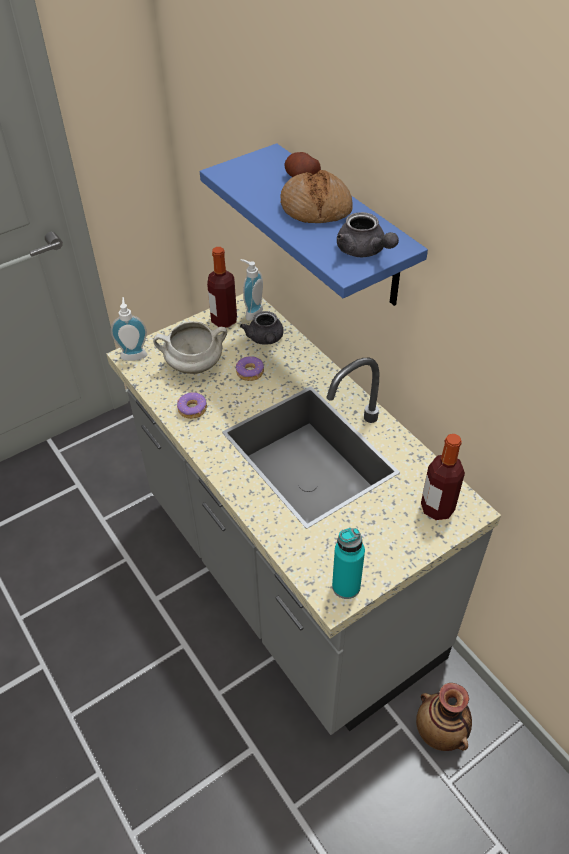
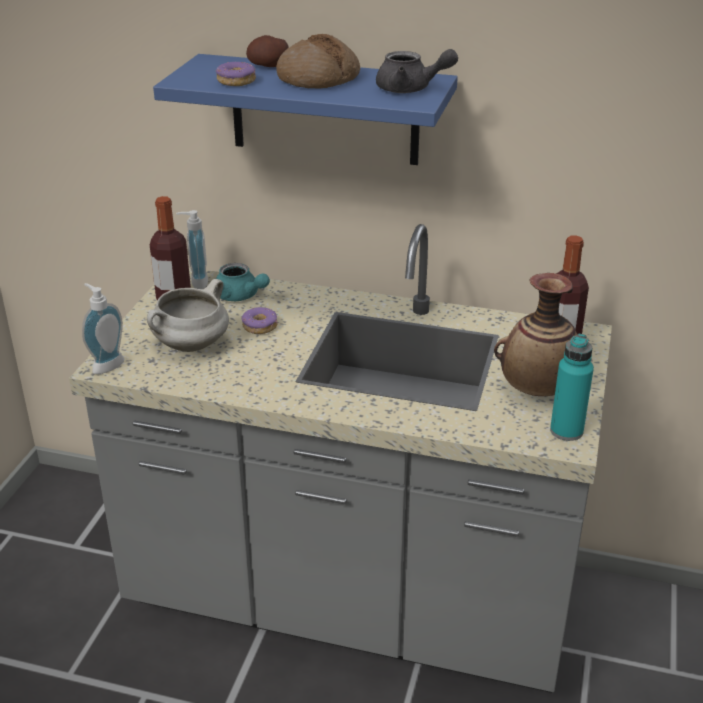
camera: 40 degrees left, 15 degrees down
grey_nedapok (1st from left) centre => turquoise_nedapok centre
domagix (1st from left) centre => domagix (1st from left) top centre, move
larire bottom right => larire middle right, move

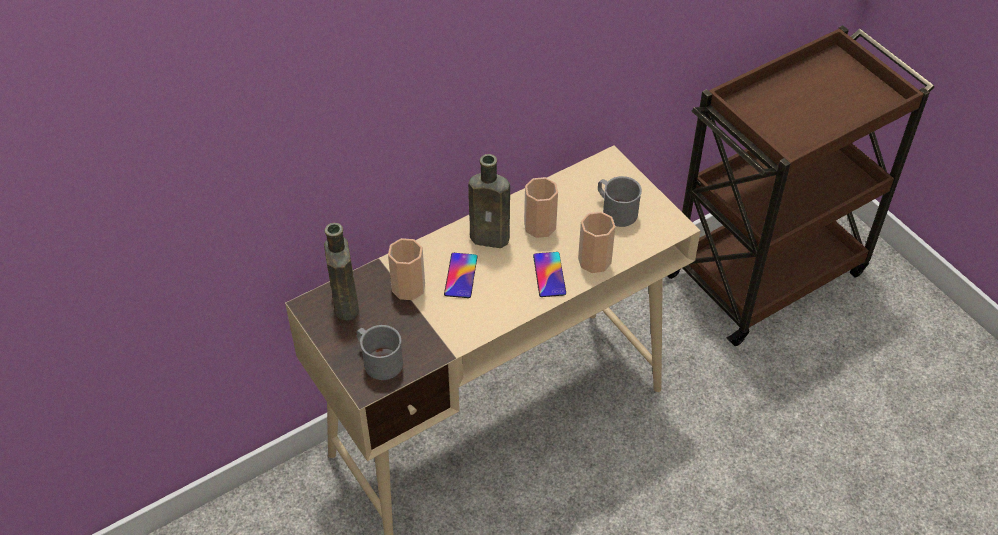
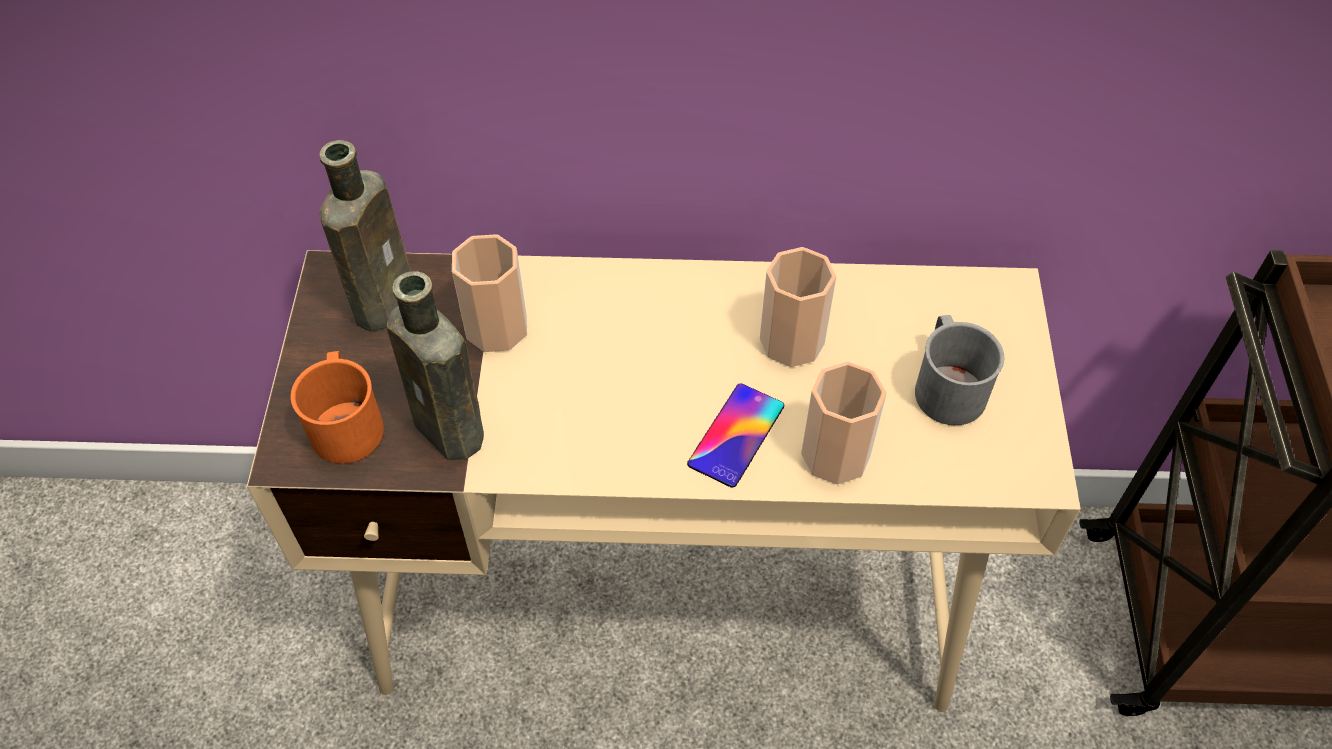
camera: 35 degrees right, 5 degrees up
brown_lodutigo (2nd from left) centre => brown_lodutigo (2nd from left) middle left, move
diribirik (1st from left) centre => nothing
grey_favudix (1st from left) centre => orange_favudix middle left

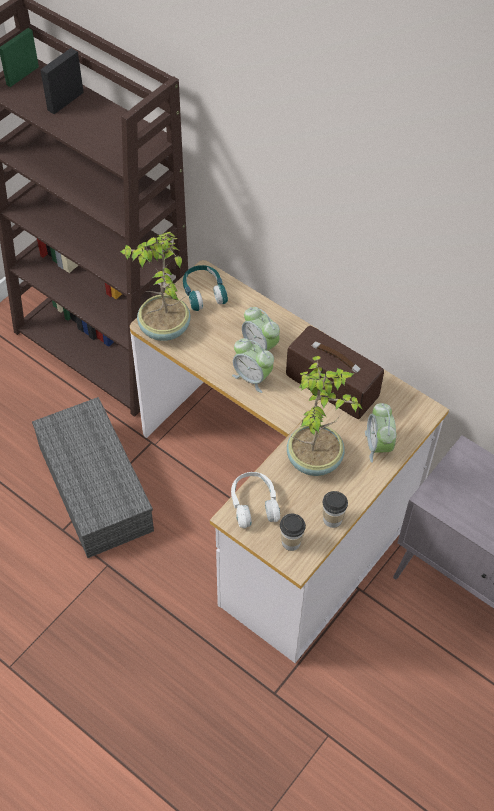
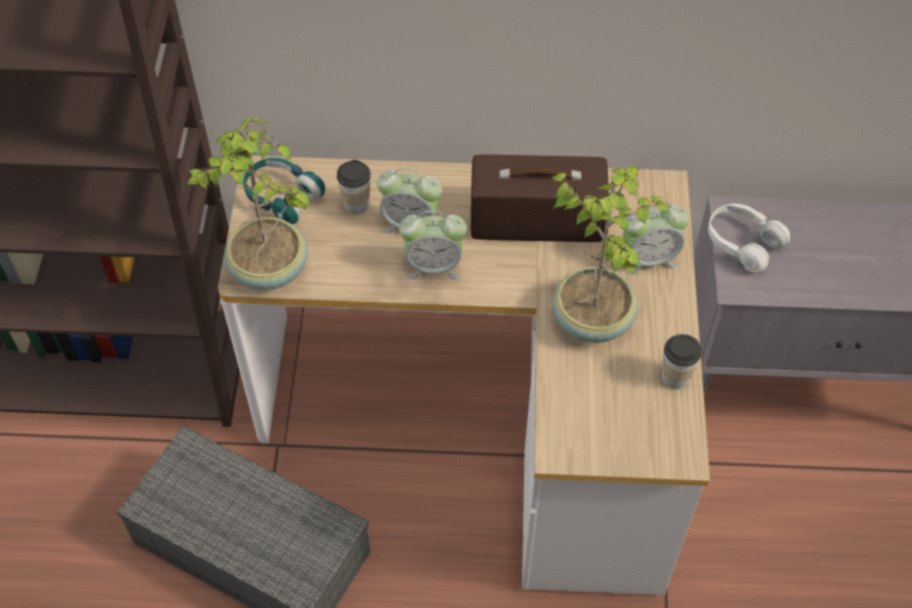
camera: 35 degrees left, 0 degrees up
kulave (3rd from left) middle right, 60 degrees counterclockwise
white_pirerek centre => white_pirerek middle right, move
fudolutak (1st from left) centre => fudolutak (1st from left) top centre, move

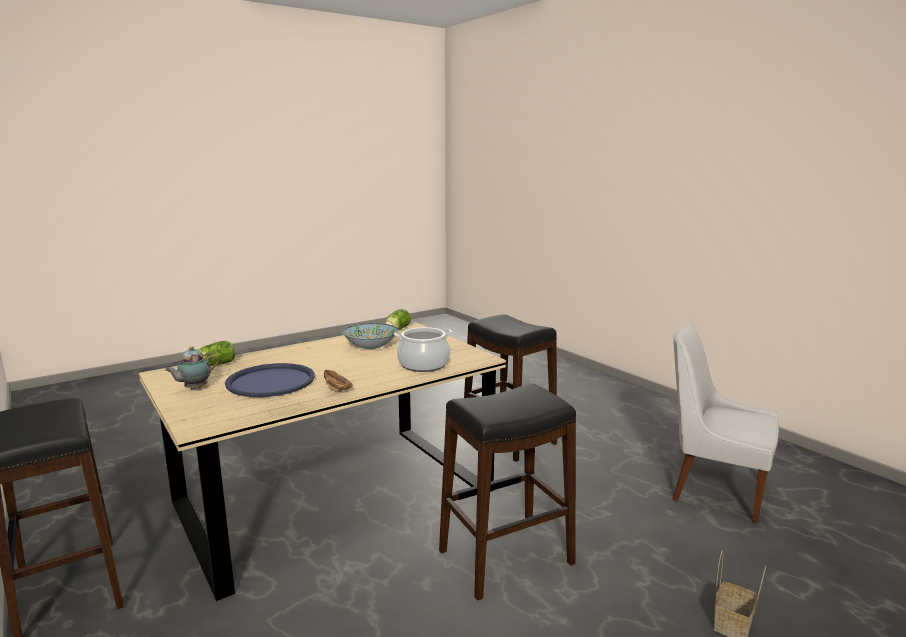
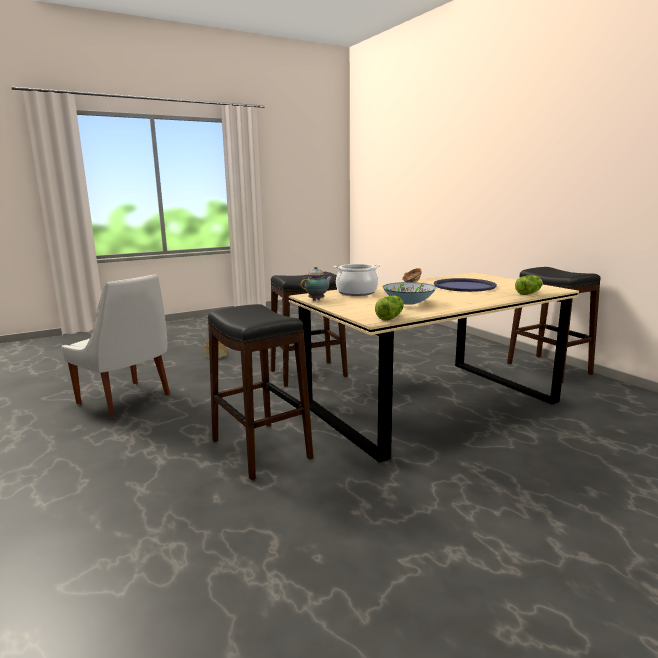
camera: 175 degrees left, 0 degrees up
nedapok middle left => nedapok centre, move

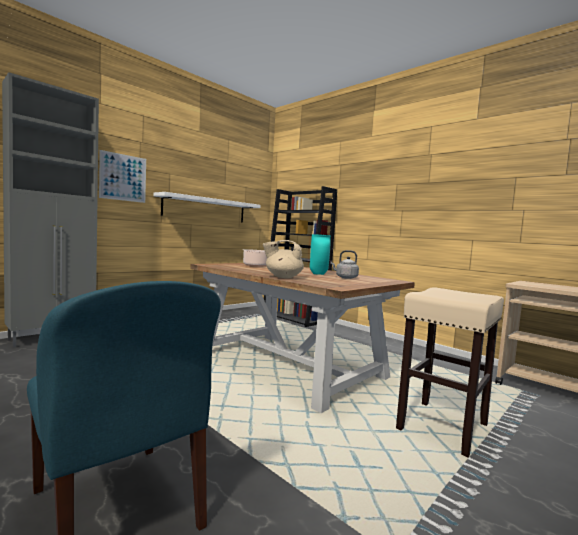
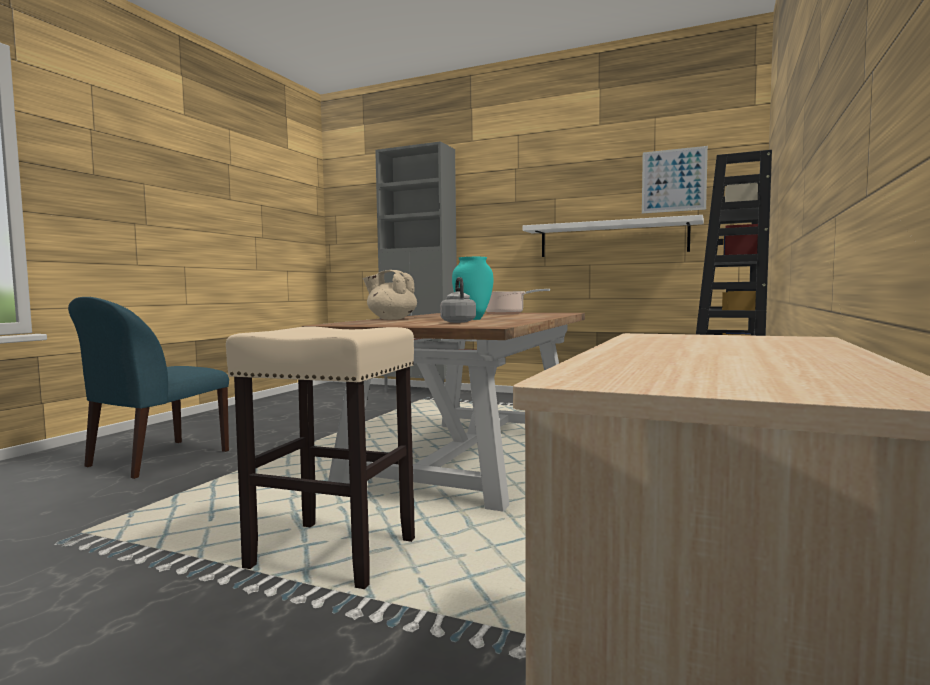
camera: 70 degrees right, 0 degrees up
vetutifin top left => vetutifin top right, move
beige_nedapok centre, 45 degrees counterclockwise

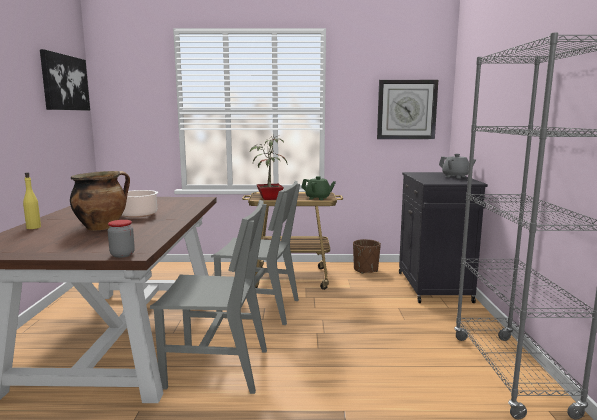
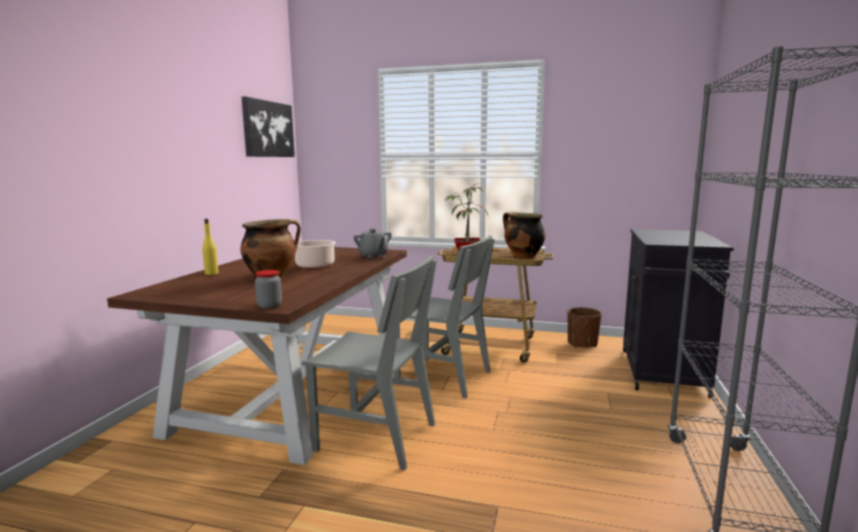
camera: 15 degrees right, 0 degrees up
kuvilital top right => nothing
grey_nedapok middle right => grey_nedapok centre, move
green_nedapok centre => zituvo (3rd from left) centre

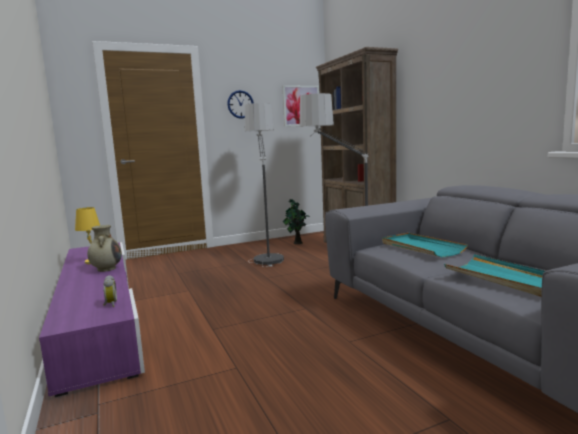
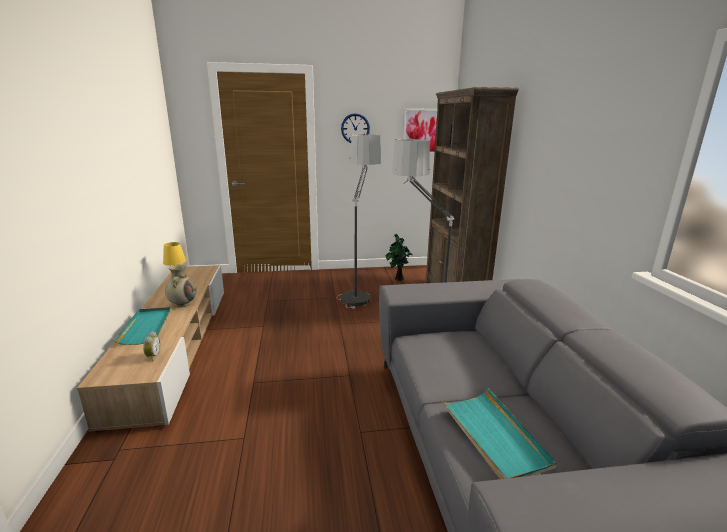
camera: 15 degrees right, 10 degrees up
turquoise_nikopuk (1st from left) middle right => turquoise_nikopuk (1st from left) middle left, move
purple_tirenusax bottom left => beige_tirenusax middle left

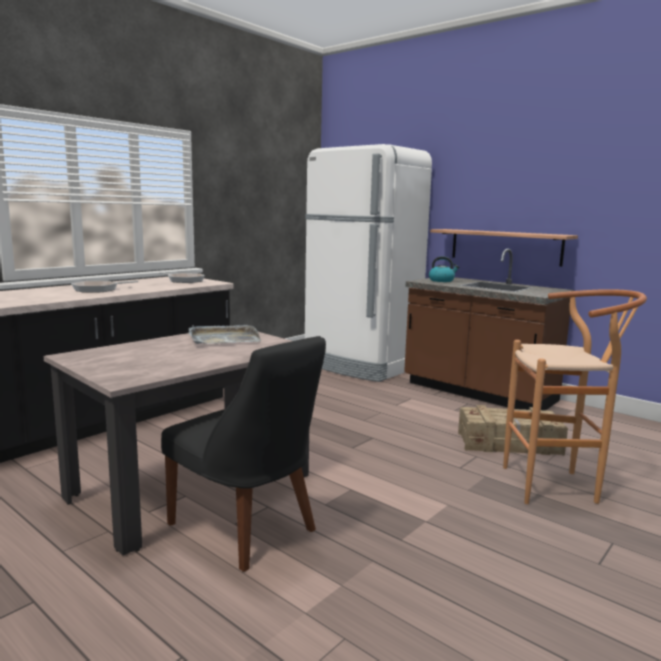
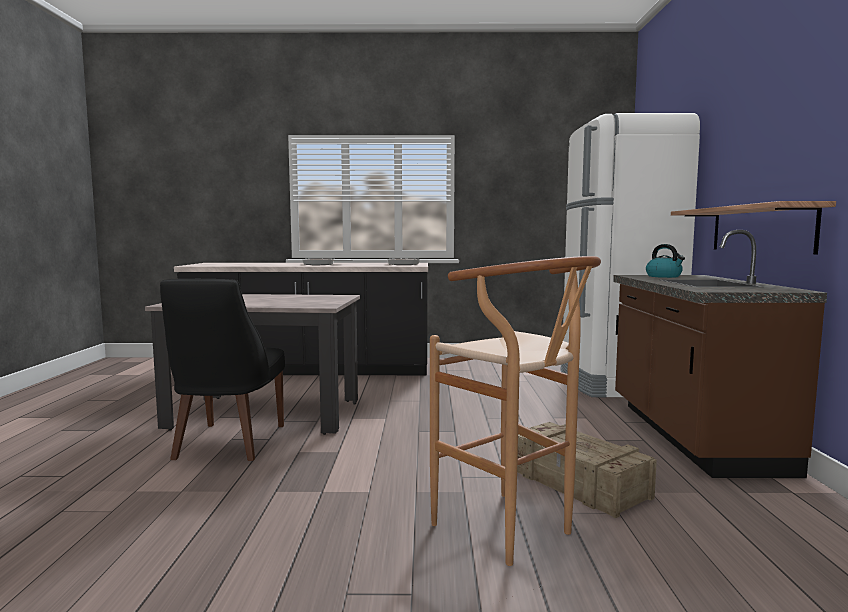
camera: 50 degrees right, 5 degrees down
grey_nikopuk centre => nothing

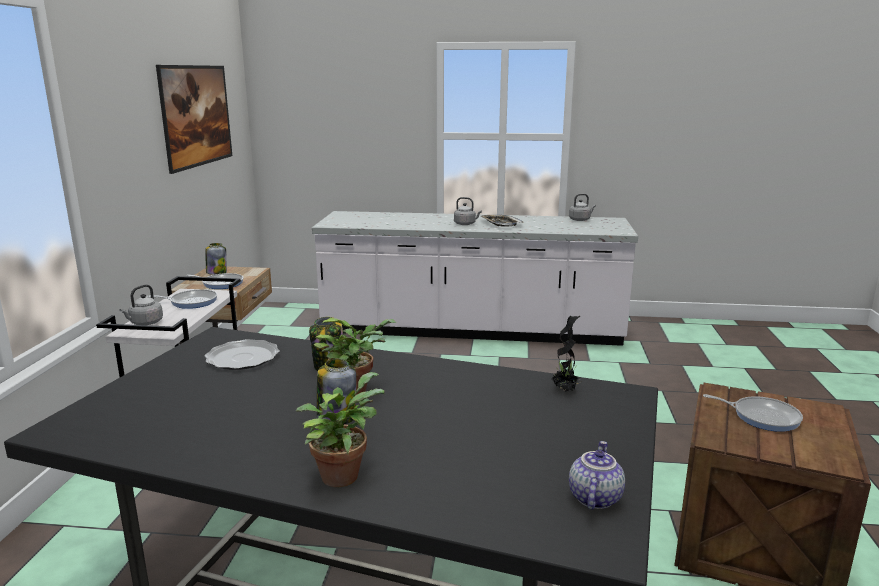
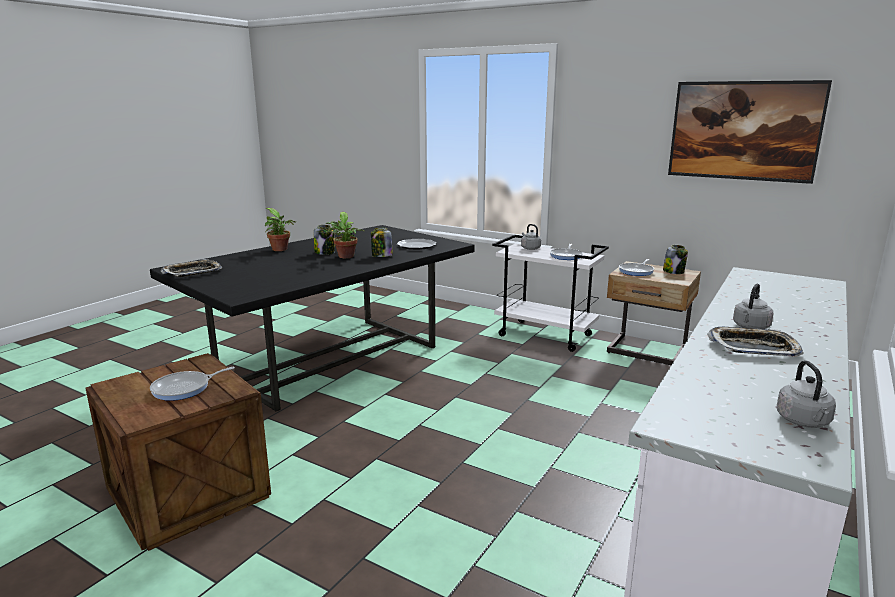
camera: 115 degrees right, 0 degrees up
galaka (3rd from left) centre => nothing
nedapok bottom right => nikopuk (1st from left) middle left

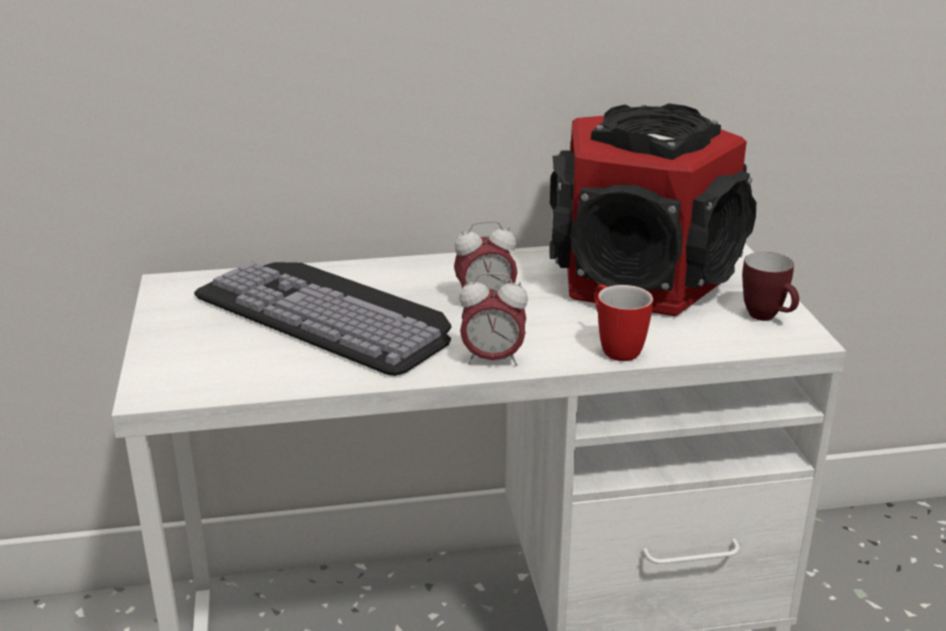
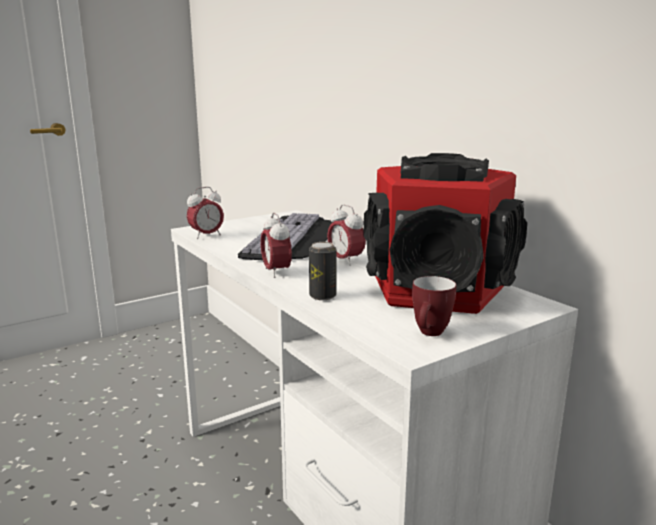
camera: 65 degrees right, 10 degrees down
favudix (1st from left) centre => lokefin centre
nothing => kulave (1st from left) middle left

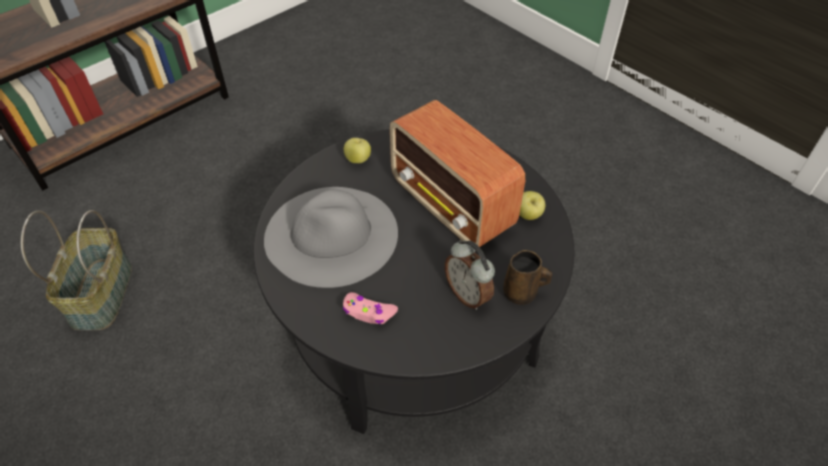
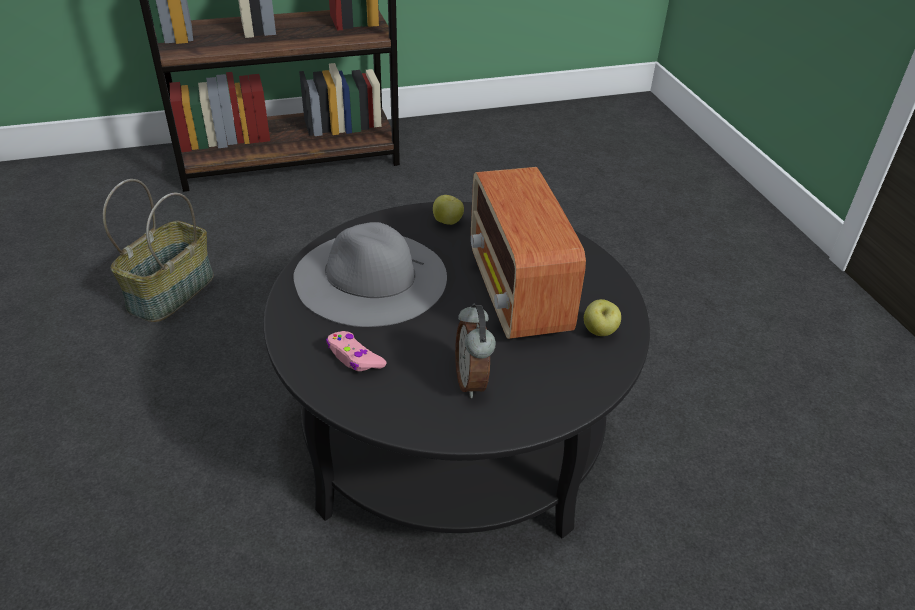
camera: 25 degrees right, 10 degrees down
brown_favudix centre => nothing

